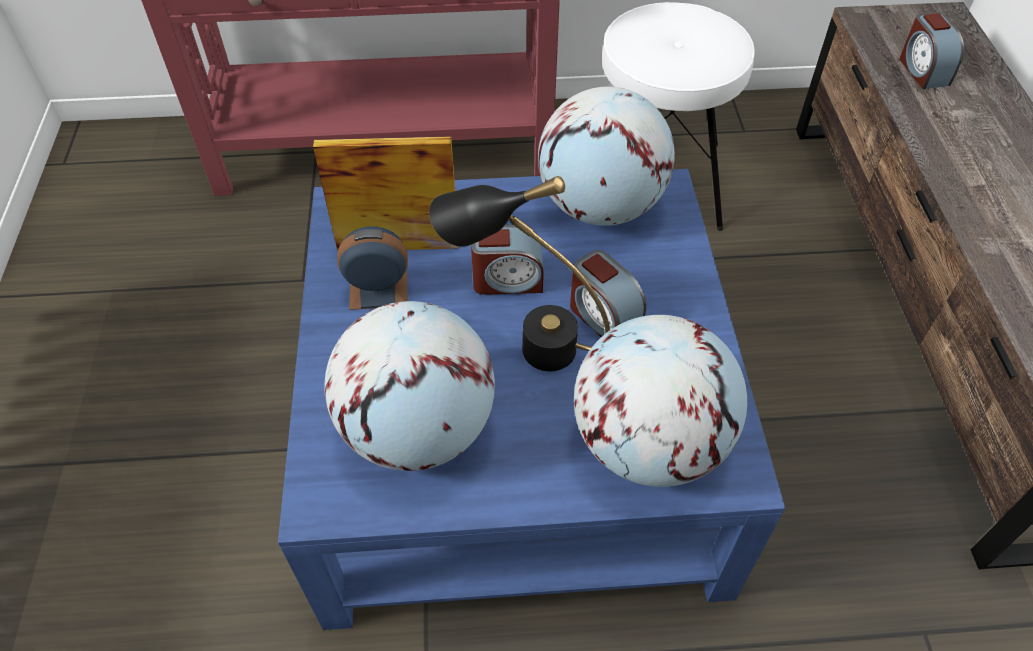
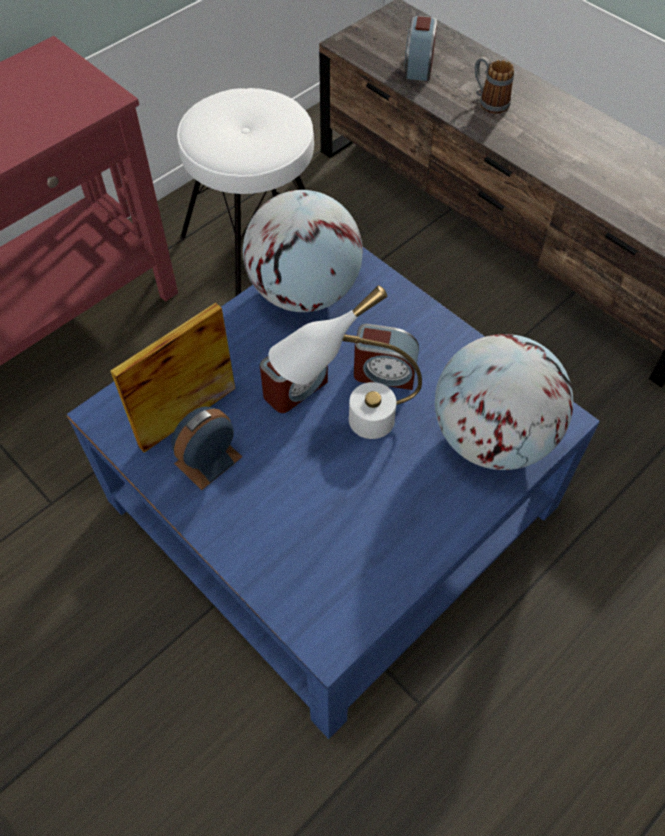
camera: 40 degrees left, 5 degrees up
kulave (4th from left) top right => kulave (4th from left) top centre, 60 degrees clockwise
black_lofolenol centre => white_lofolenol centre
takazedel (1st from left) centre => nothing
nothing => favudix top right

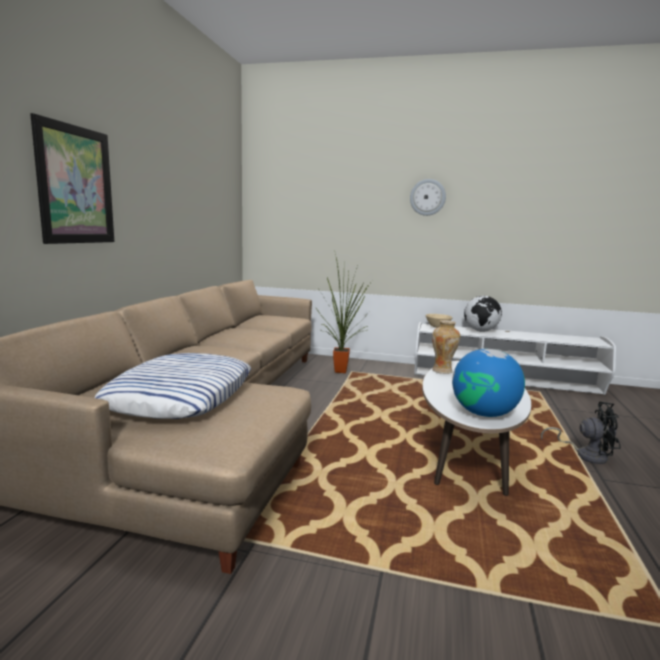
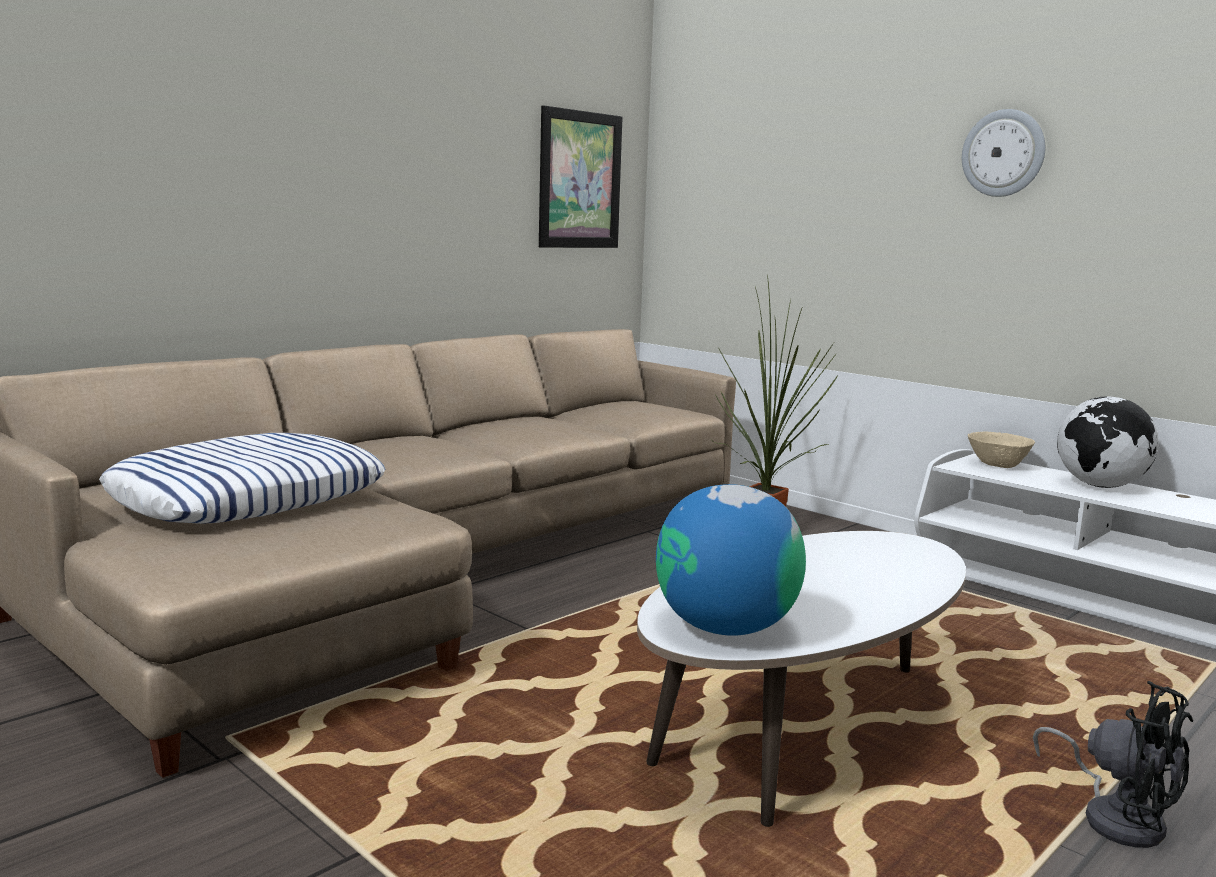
camera: 30 degrees right, 0 degrees up
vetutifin top left => vetutifin top centre, move
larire middle right => nothing

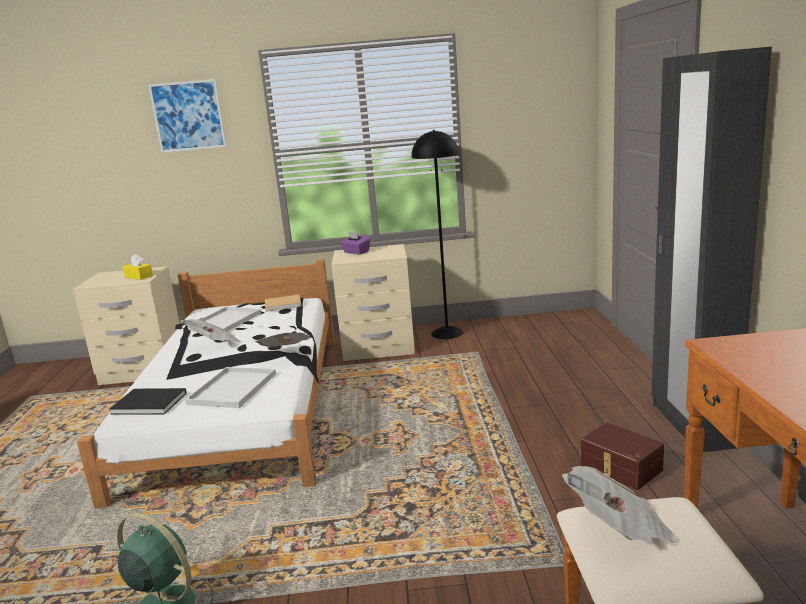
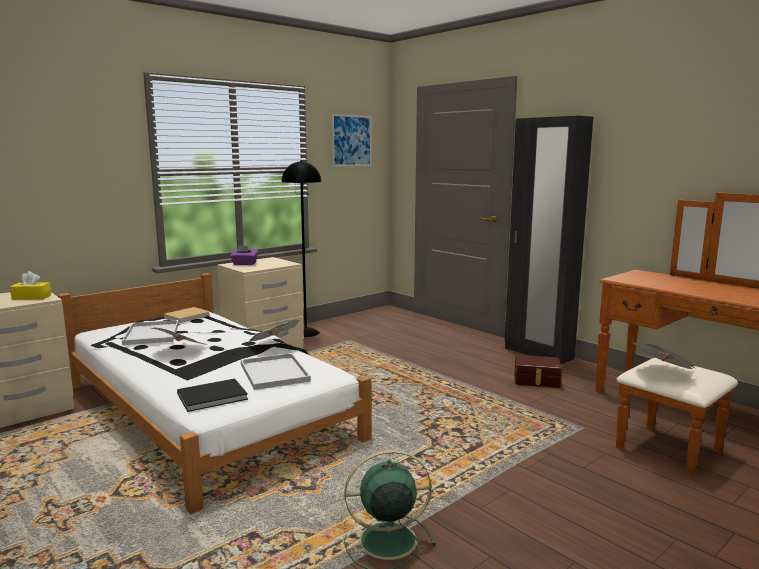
camera: 40 degrees left, 5 degrees down
vetutifin top left => vetutifin top centre, move

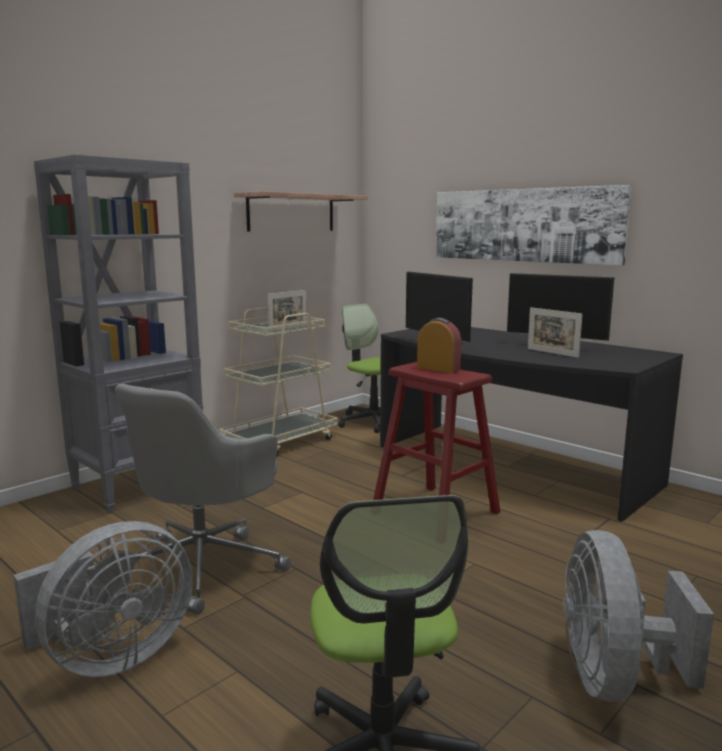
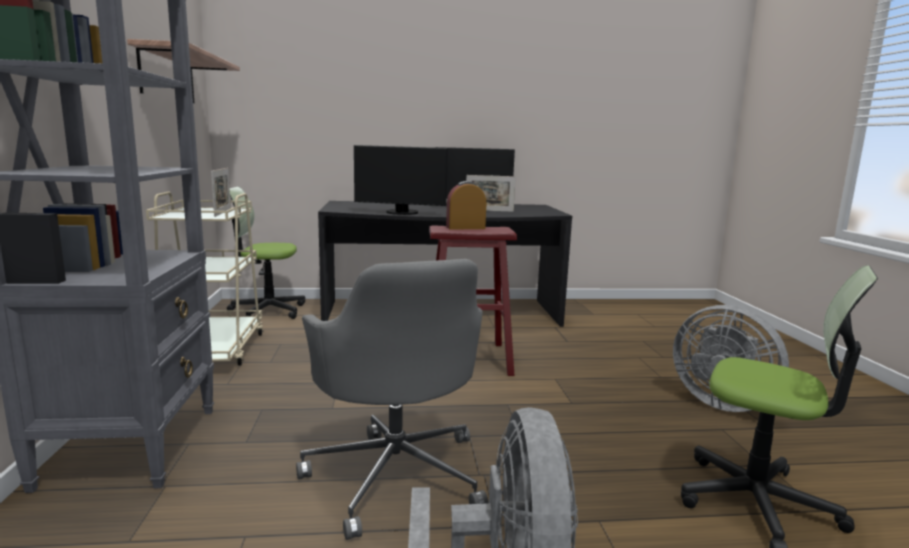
camera: 50 degrees left, 0 degrees up
vetutifin top right => nothing

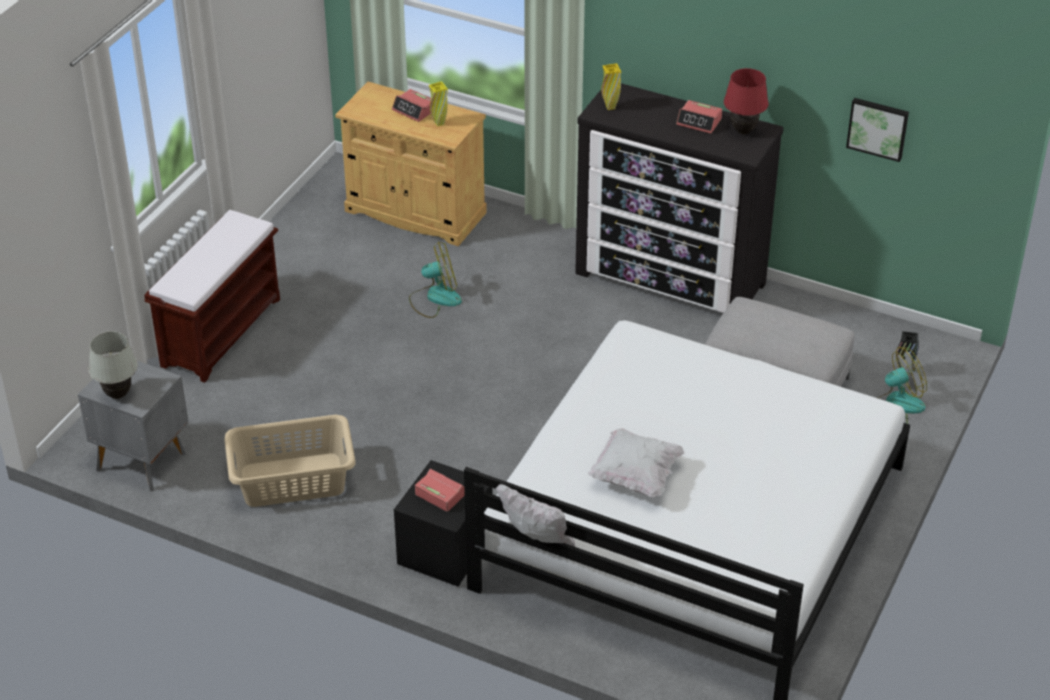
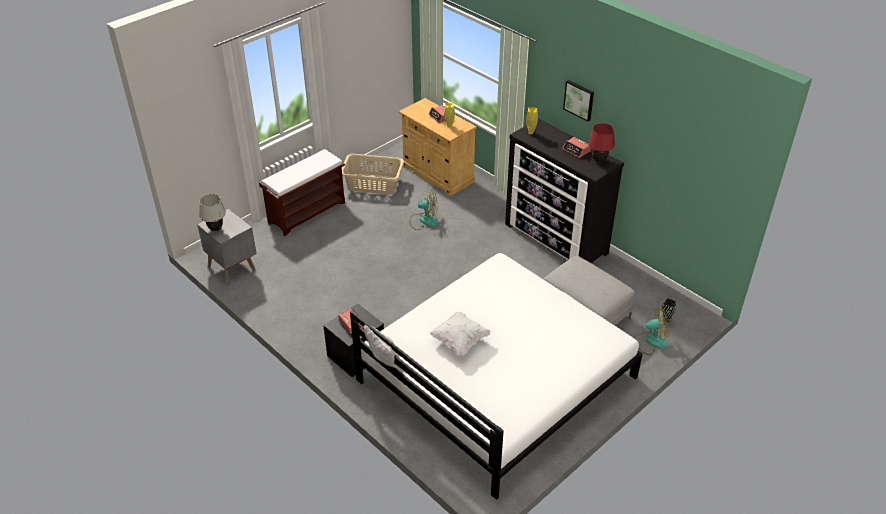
camera: 20 degrees right, 0 degrees up
vetutifin top right => vetutifin top centre, move
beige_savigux middle left => beige_savigux centre, move

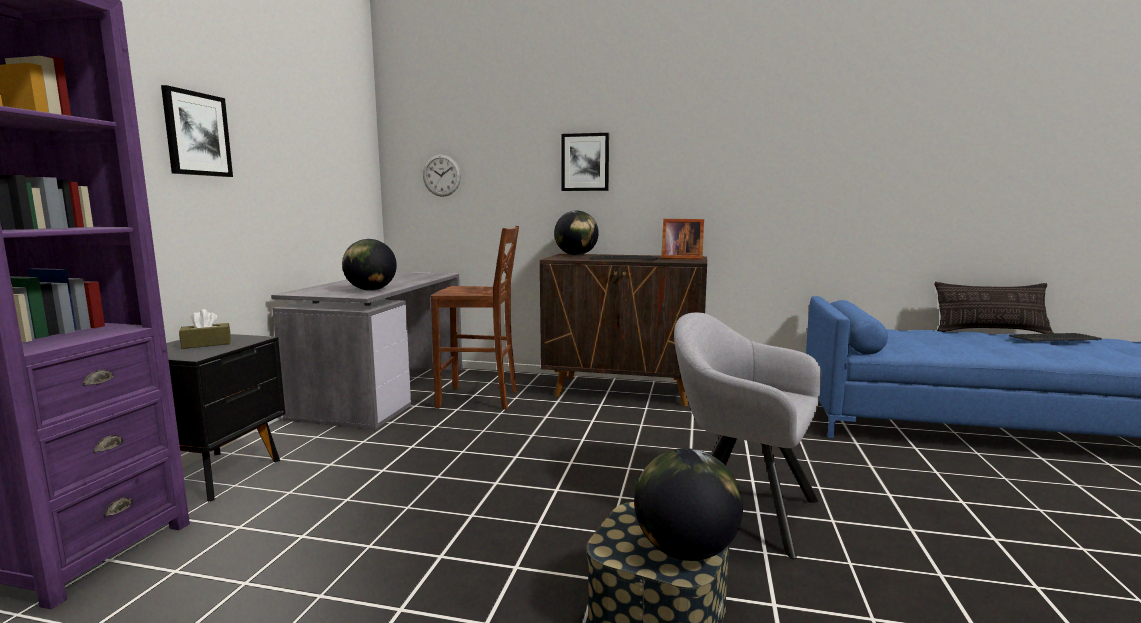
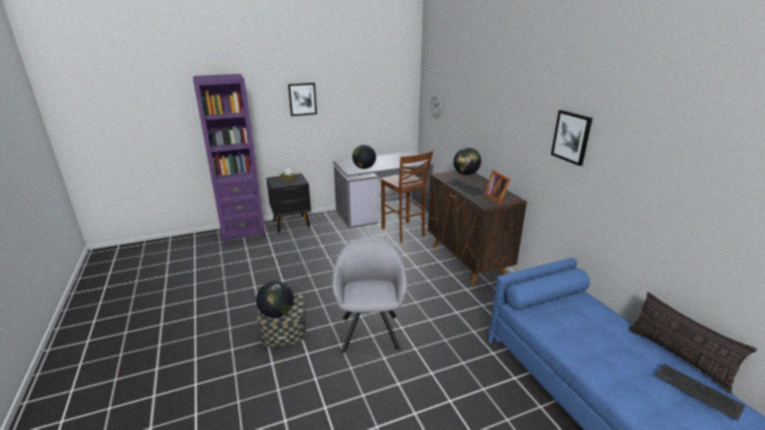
camera: 55 degrees right, 15 degrees up
vetutifin (2nd from left) top centre => vetutifin (2nd from left) top right, move

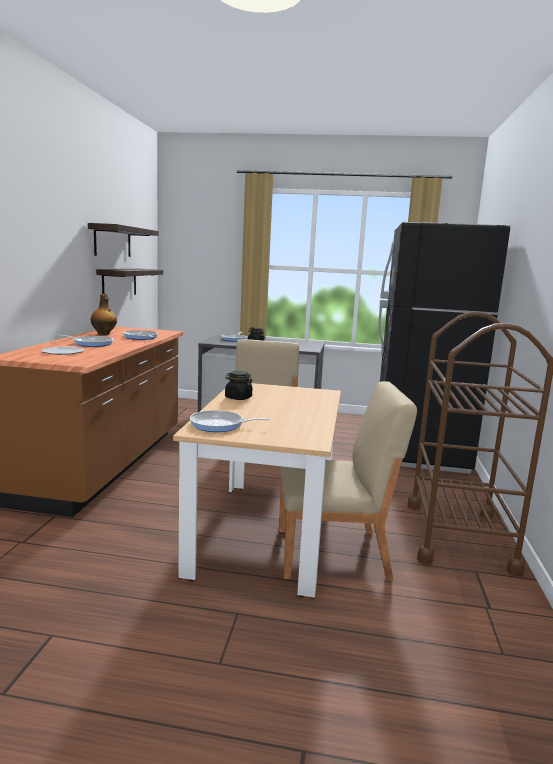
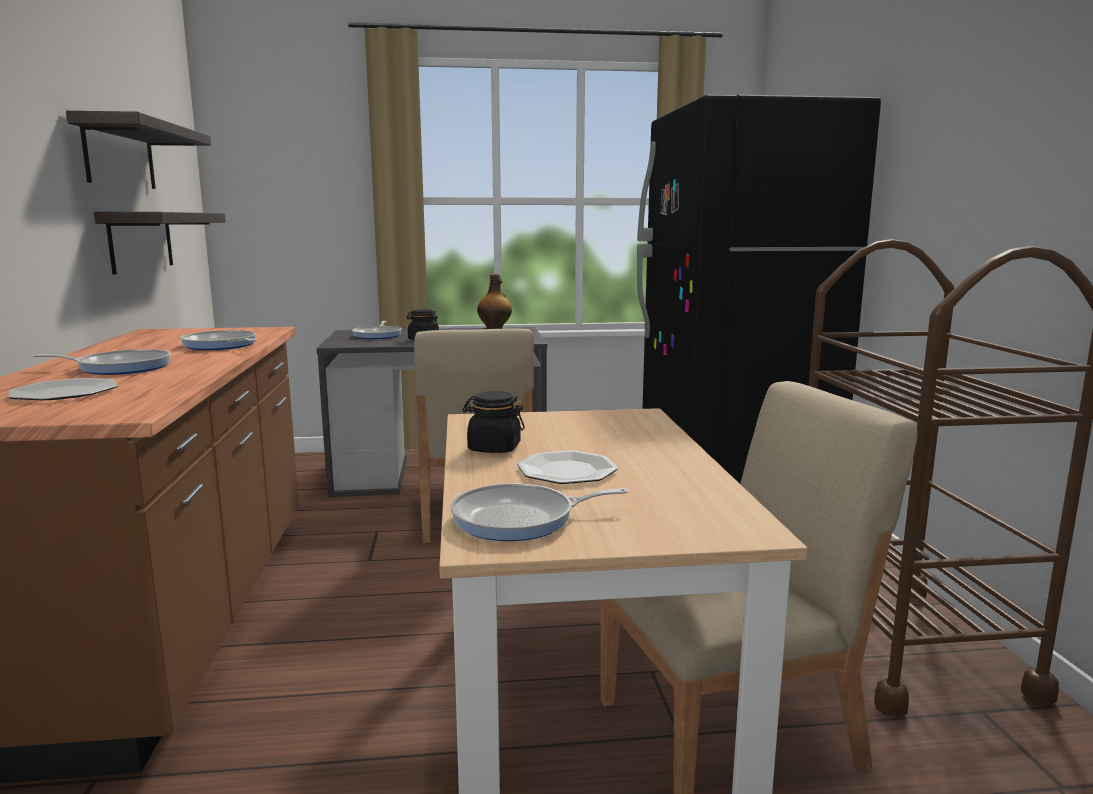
camera: 15 degrees left, 0 degrees up
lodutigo middle left => lodutigo centre, move
nothing => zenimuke (2nd from left) centre

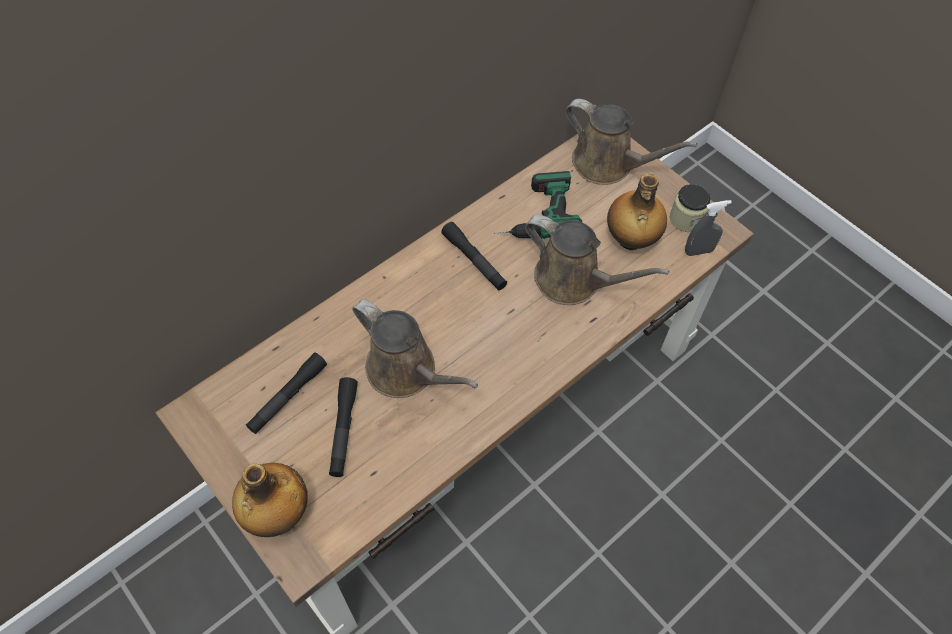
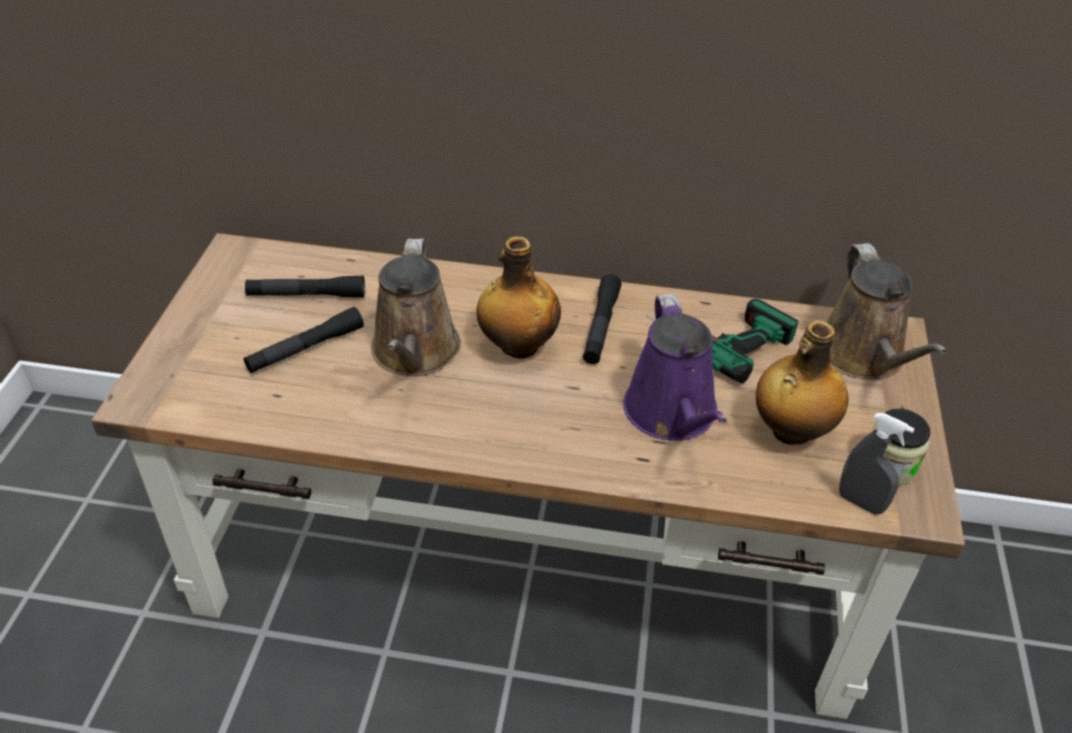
camera: 50 degrees right, 15 degrees down
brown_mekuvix (2nd from left) centre => purple_mekuvix centre
lodutigo (1st from left) bottom left => lodutigo (1st from left) centre, move

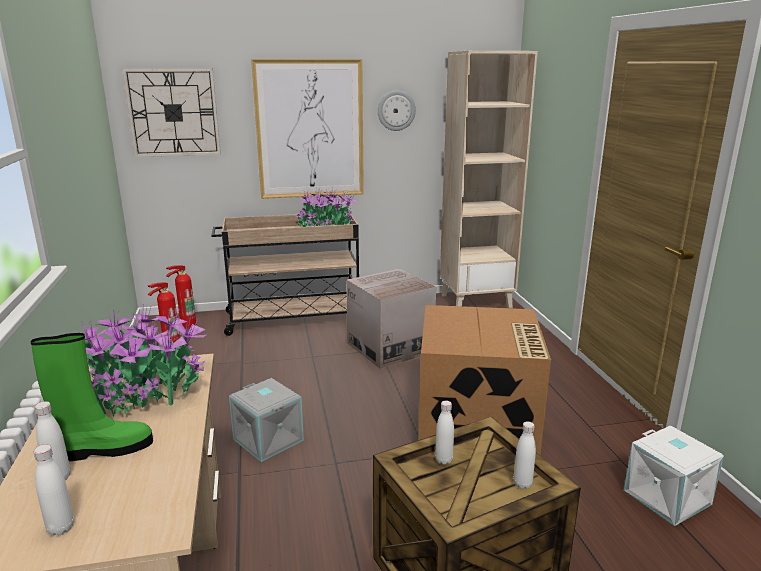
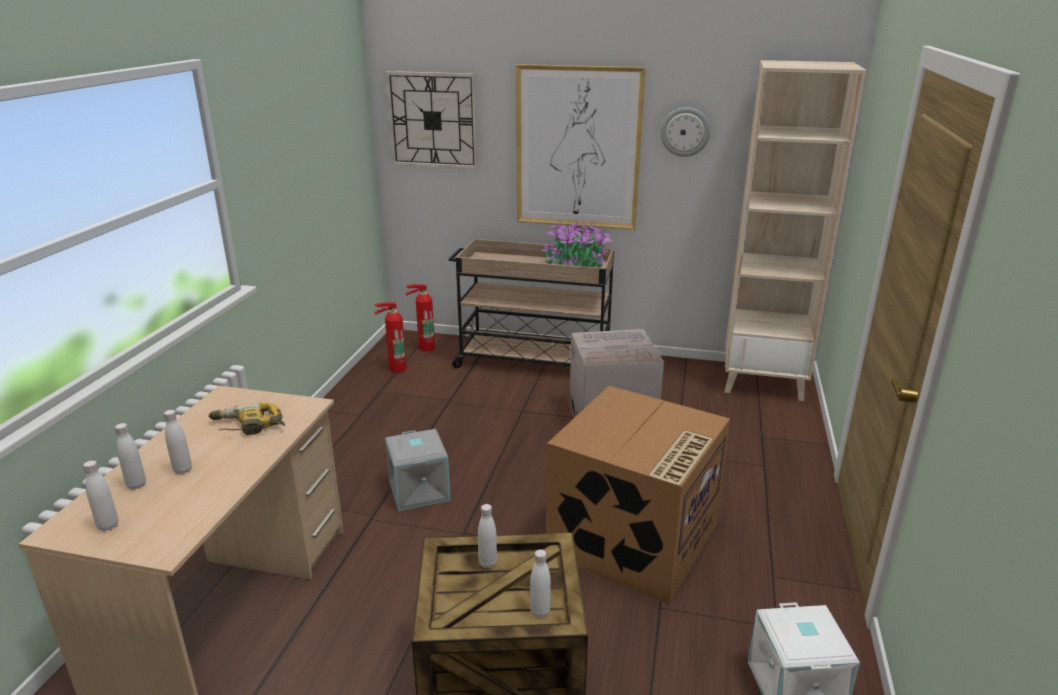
camera: 25 degrees right, 5 degrees up
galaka (1st from left) middle left => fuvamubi middle left
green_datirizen bottom left => white_lodutigo (3rd from left) middle left

